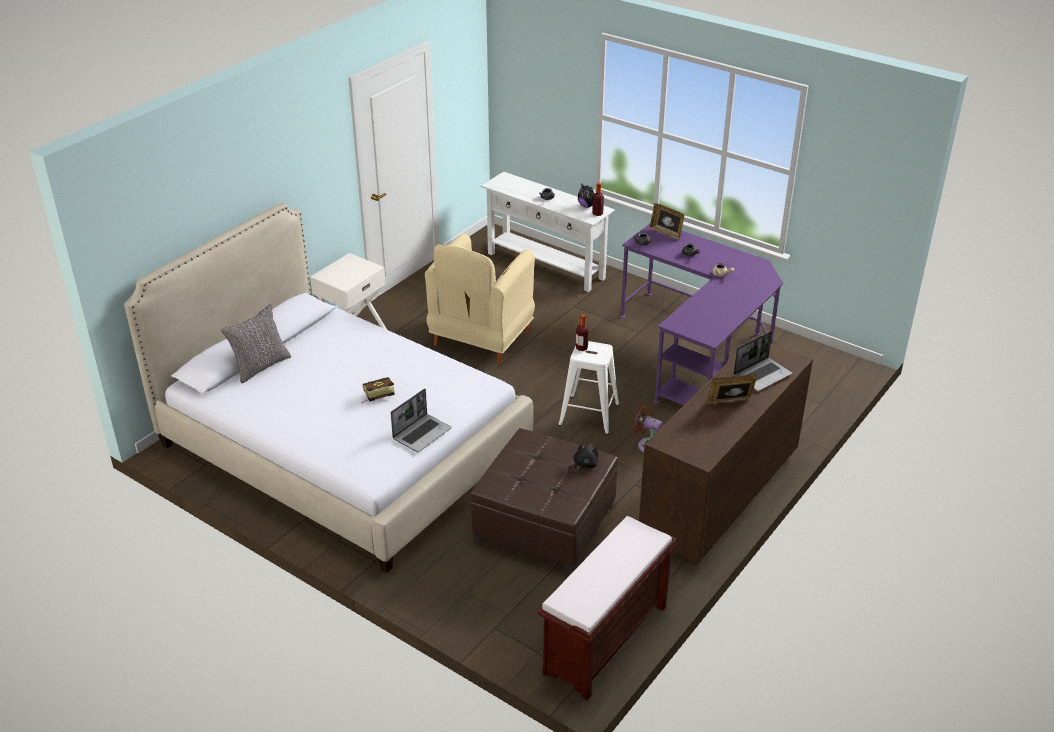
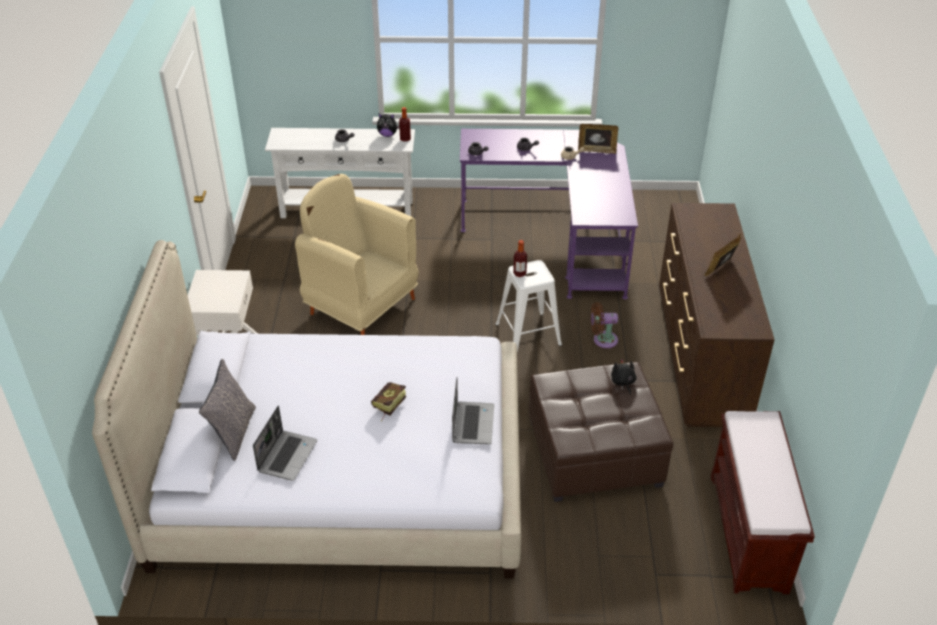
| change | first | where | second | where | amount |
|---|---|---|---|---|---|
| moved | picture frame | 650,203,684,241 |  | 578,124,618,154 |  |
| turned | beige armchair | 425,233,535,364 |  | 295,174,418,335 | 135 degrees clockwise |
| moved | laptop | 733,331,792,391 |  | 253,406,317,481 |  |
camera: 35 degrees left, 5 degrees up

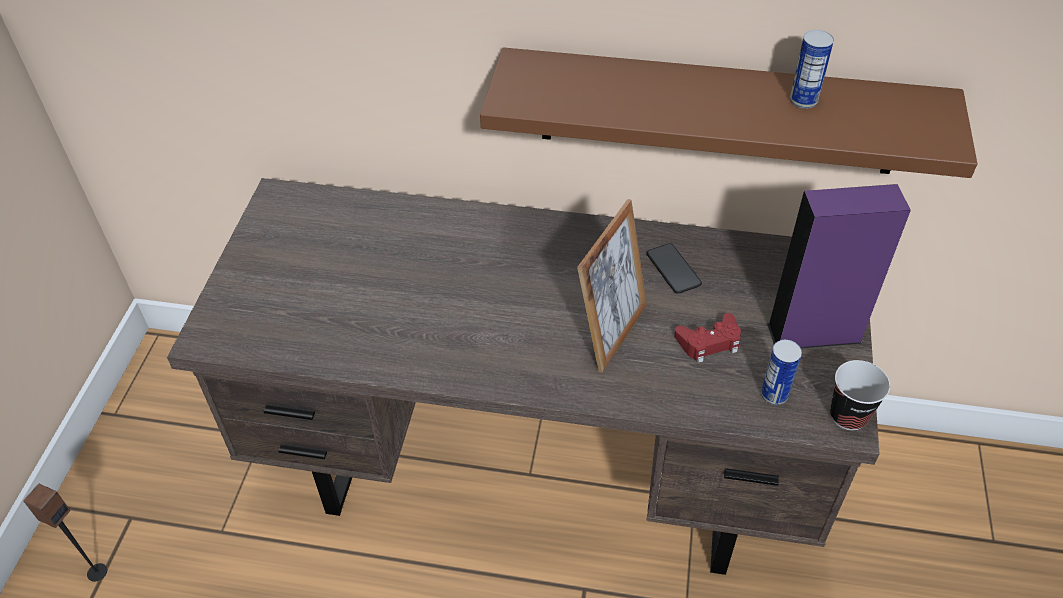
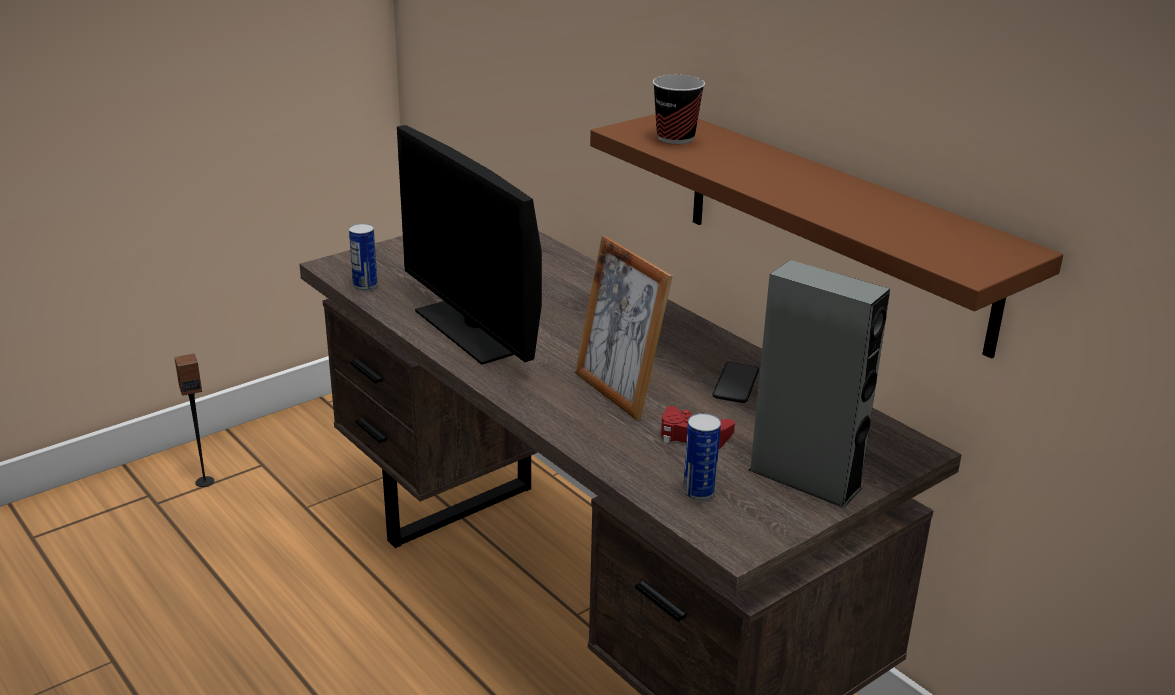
| change | first | where | second | where | amount |
|---|---|---|---|---|---|
| moved | can | 790,30,834,109 |  | 349,223,378,291 |  |
| recoloured | purple speaker | 767,184,911,348 | grey speaker | 748,260,890,508 |  |
| turned | picture frame | 577,199,647,373 |  | 575,236,673,421 | 75 degrees clockwise |
| moved | cup | 830,360,890,431 |  | 653,75,705,144 |  |
| added |  |  | monitor | 397,125,542,365 |  |
camera: 40 degrees right, 20 degrees down

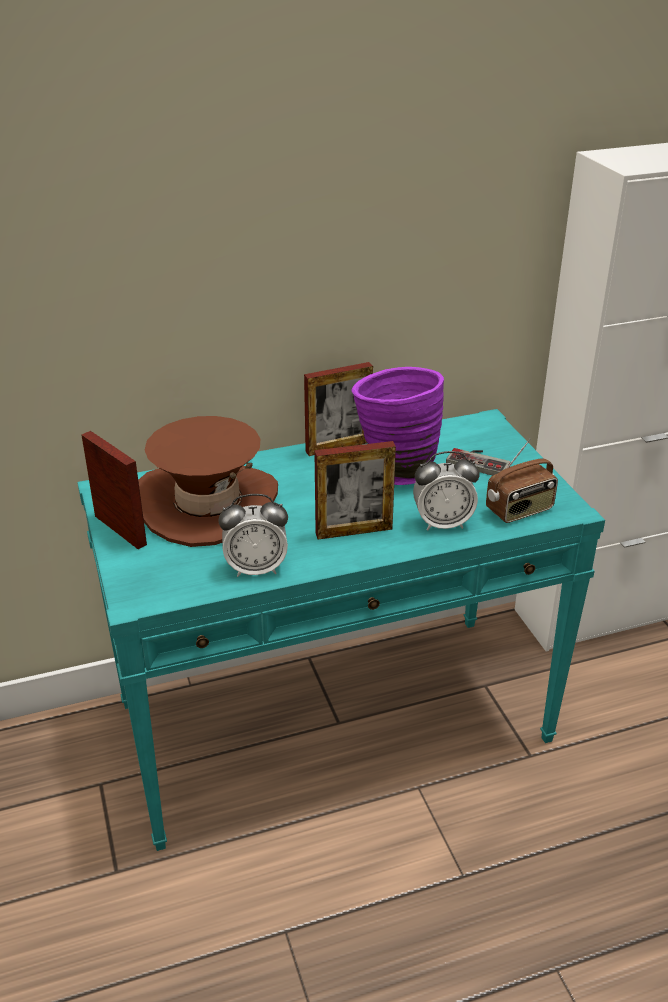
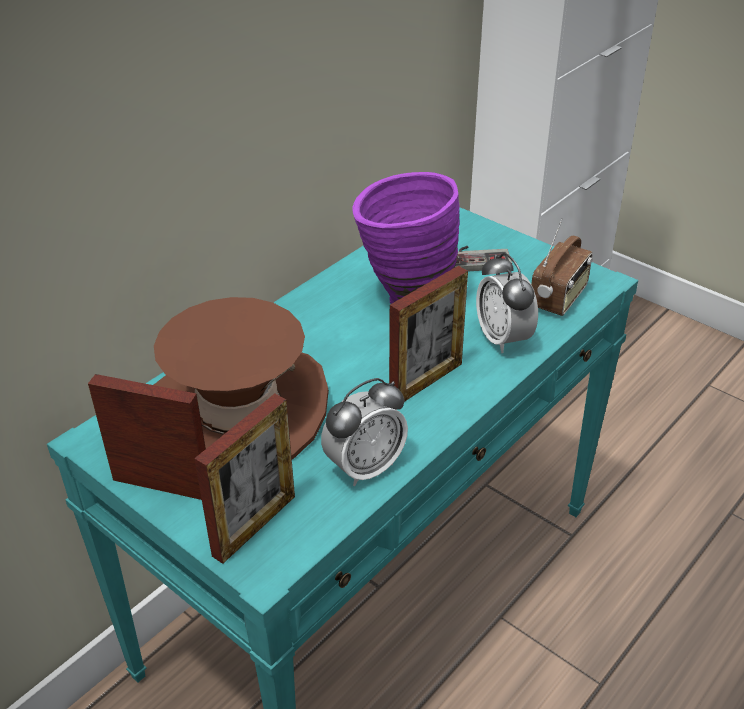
| change | first | where | second | where | amount |
|---|---|---|---|---|---|
| moved | picture frame | 304,362,373,456 |  | 194,393,295,564 |  |
| turned | alarm clock | 413,451,480,531 |  | 476,253,538,353 | 105 degrees clockwise |
camera: 30 degrees left, 5 degrees up

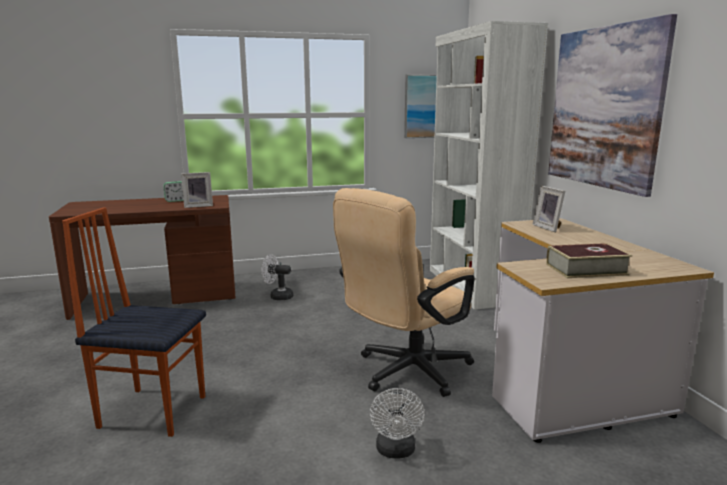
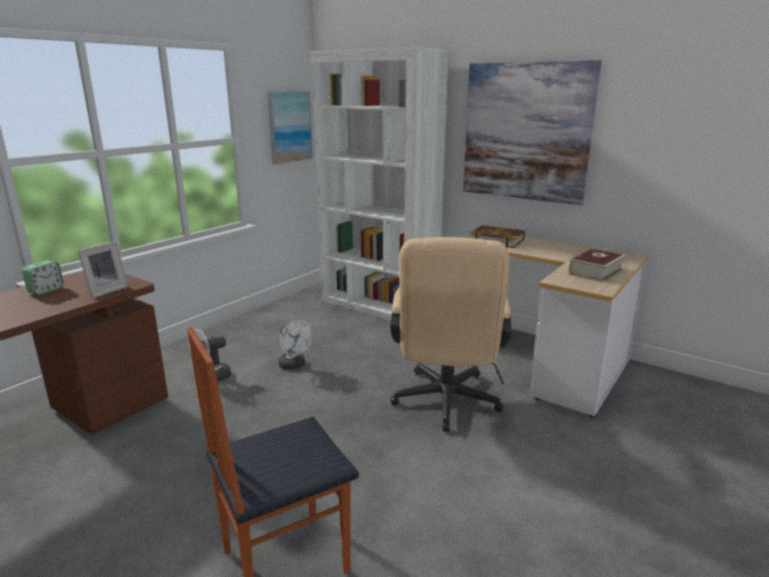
| change | first | where | second | where | amount |
|---|---|---|---|---|---|
| replaced | picture frame | 532,186,565,232 | book | 470,225,525,248 |  |
| moved | white fan | 370,387,425,459 |  | 278,320,313,370 |  |
camera: 40 degrees left, 5 degrees up

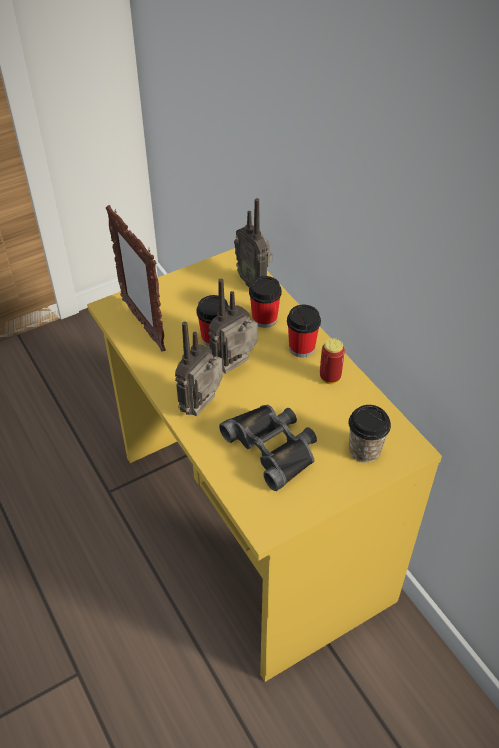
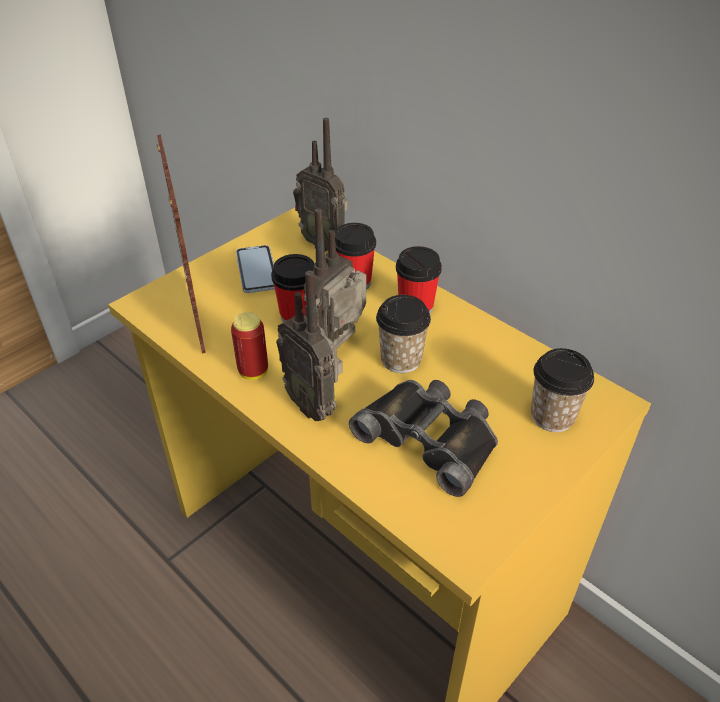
| change | first | where | second | where | amount |
|---|---|---|---|---|---|
| turned | picture frame | 106,205,166,351 |  | 156,135,206,353 | 150 degrees counterclockwise |
| turned | radio | 175,321,223,416 |  | 276,271,343,421 | 60 degrees counterclockwise |
| moved | can | 320,338,345,384 |  | 231,312,268,380 |  |
| added |  |  | phone | 236,245,275,293 |  |
| added |  |  | cup | 376,295,431,373 |  |
camera: 15 degrees left, 5 degrees down

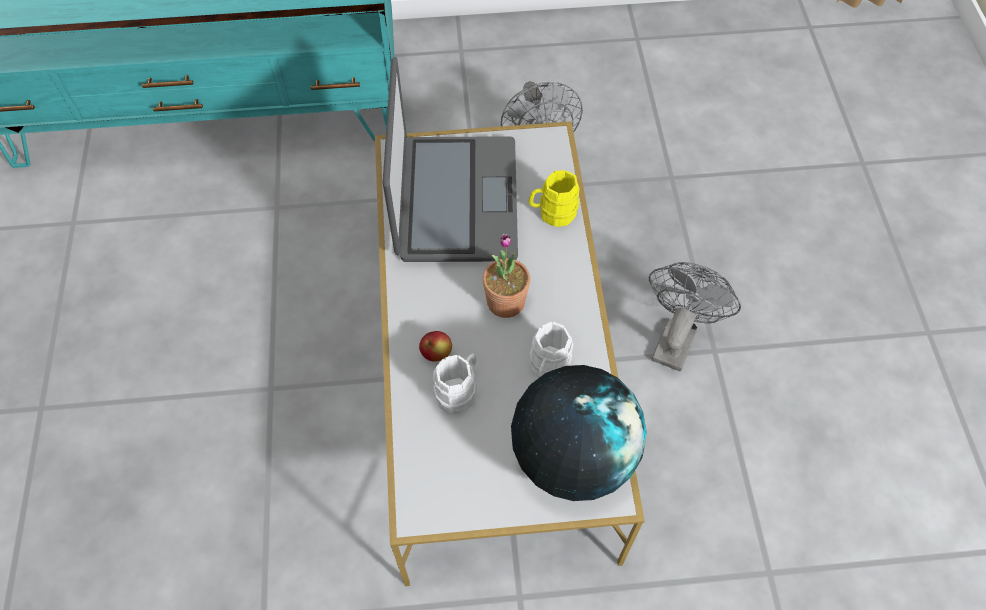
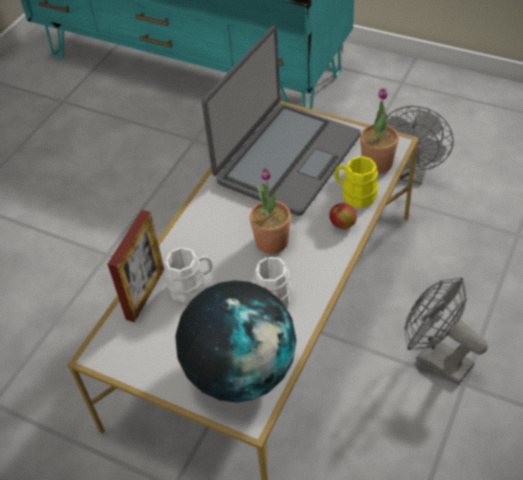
| change | first | where | second | where | amount |
|---|---|---|---|---|---|
| turned | grey fan | 649,262,741,371 |  | 404,277,488,385 | 105 degrees counterclockwise |
| moved | apple | 419,331,452,361 |  | 329,203,357,229 |  |
| added |  |  | potted plant | 360,88,399,174 |  |
| added |  |  | picture frame | 108,210,165,322 |  |
camera: 35 degrees right, 10 degrees down

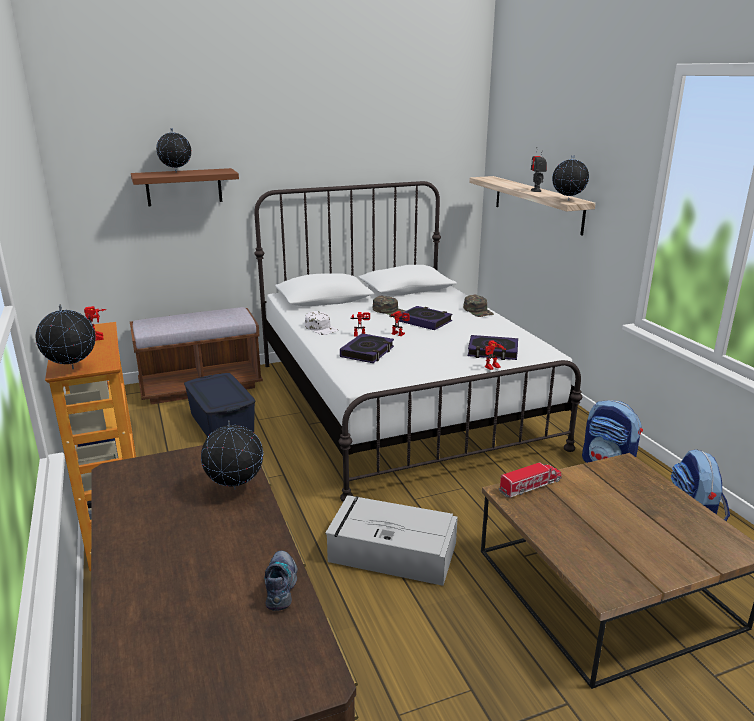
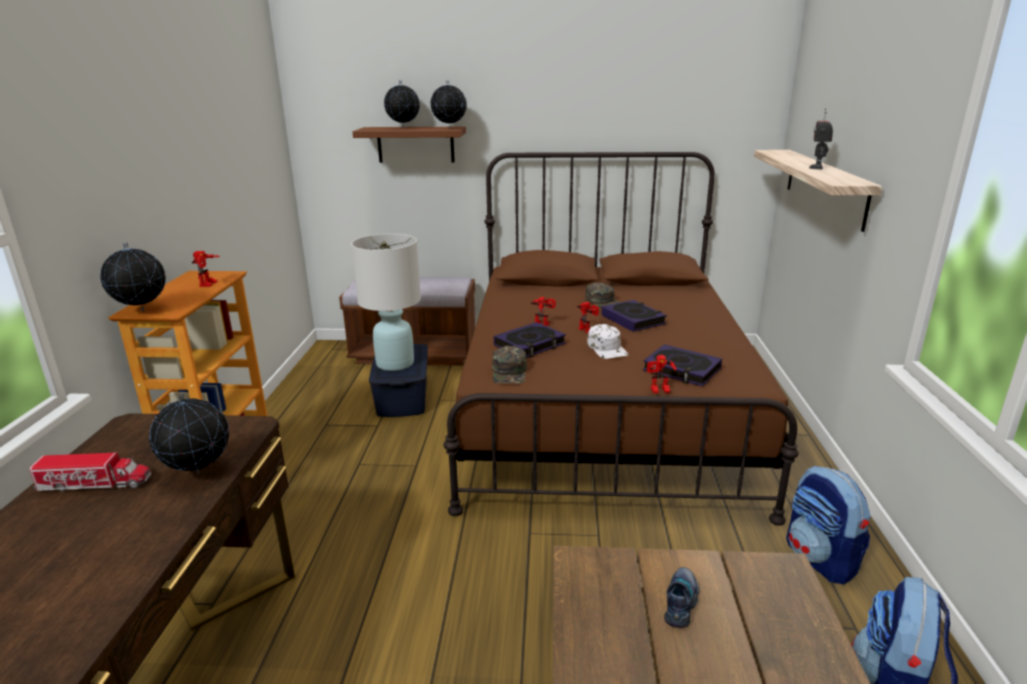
| change | first | where | second | where | amount |
|---|---|---|---|---|---|
| moved | globe | 552,155,589,200 |  | 430,80,467,129 |  |
| recoloured | white bed | 254,181,582,502 | brown bed | 444,152,799,526 |  |
| moved | green cap | 463,295,494,317 |  | 492,346,527,384 |  |
| moved | white cap | 305,311,339,335 |  | 587,324,628,359 |  |
| moved | toy truck | 499,462,562,498 |  | 29,452,151,491 |  |
| removed | grey storage box | 325,495,458,586 |  |  |  |
| moved | shoe | 264,551,298,611 |  | 664,567,700,628 |  |
| added |  |  | white table lamp | 351,234,421,371 |  |
camera: 25 degrees right, 0 degrees up

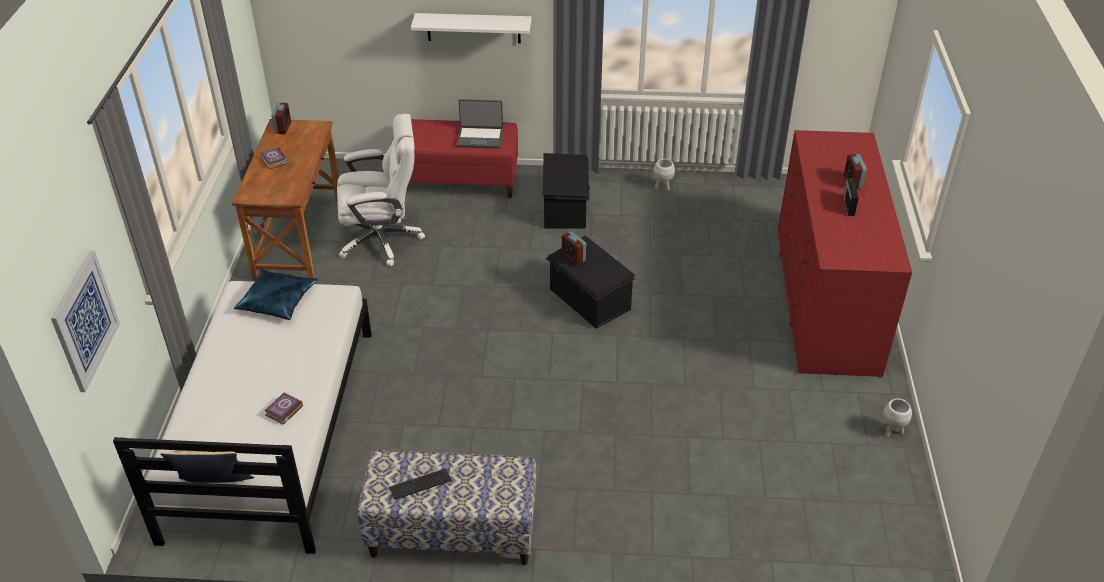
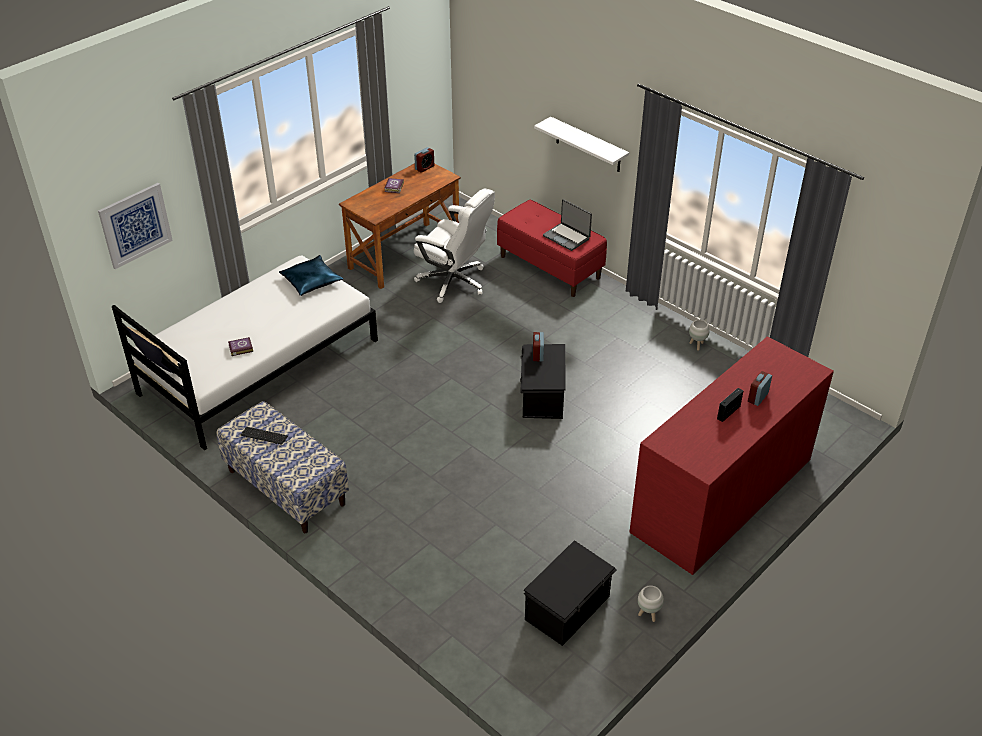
| change | first | where | second | where | amount |
|---|---|---|---|---|---|
| moved | black storage box | 543,153,590,229 |  | 524,540,617,646 |  |
camera: 40 degrees right, 0 degrees up

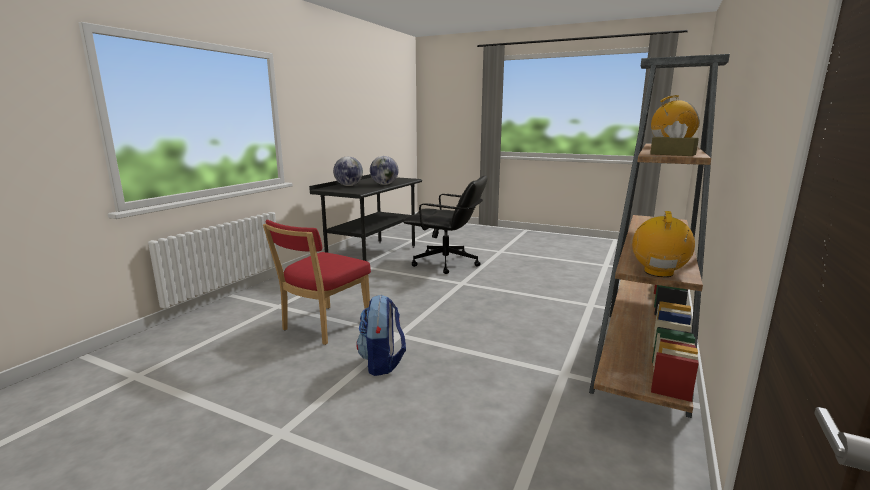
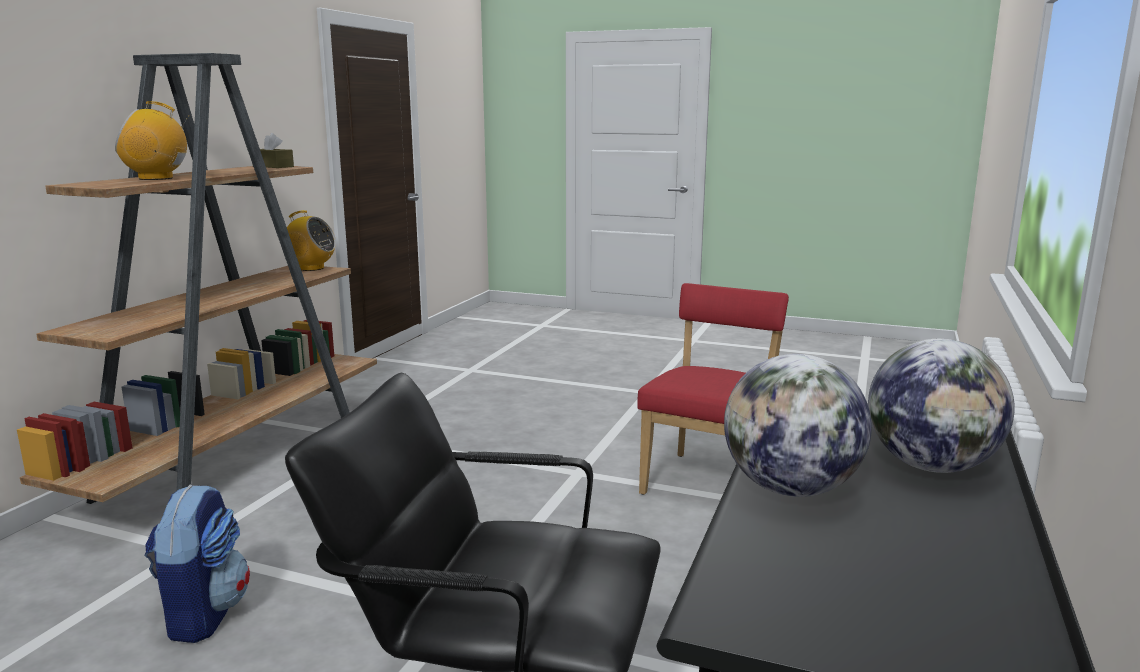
| change | first | where | second | where | amount |
|---|---|---|---|---|---|
| turned | radio | 632,211,695,277 |  | 287,210,336,271 | 90 degrees counterclockwise |
| moved | backpack | 356,295,406,376 |  | 144,485,250,643 |  |
camera: 175 degrees right, 0 degrees up

